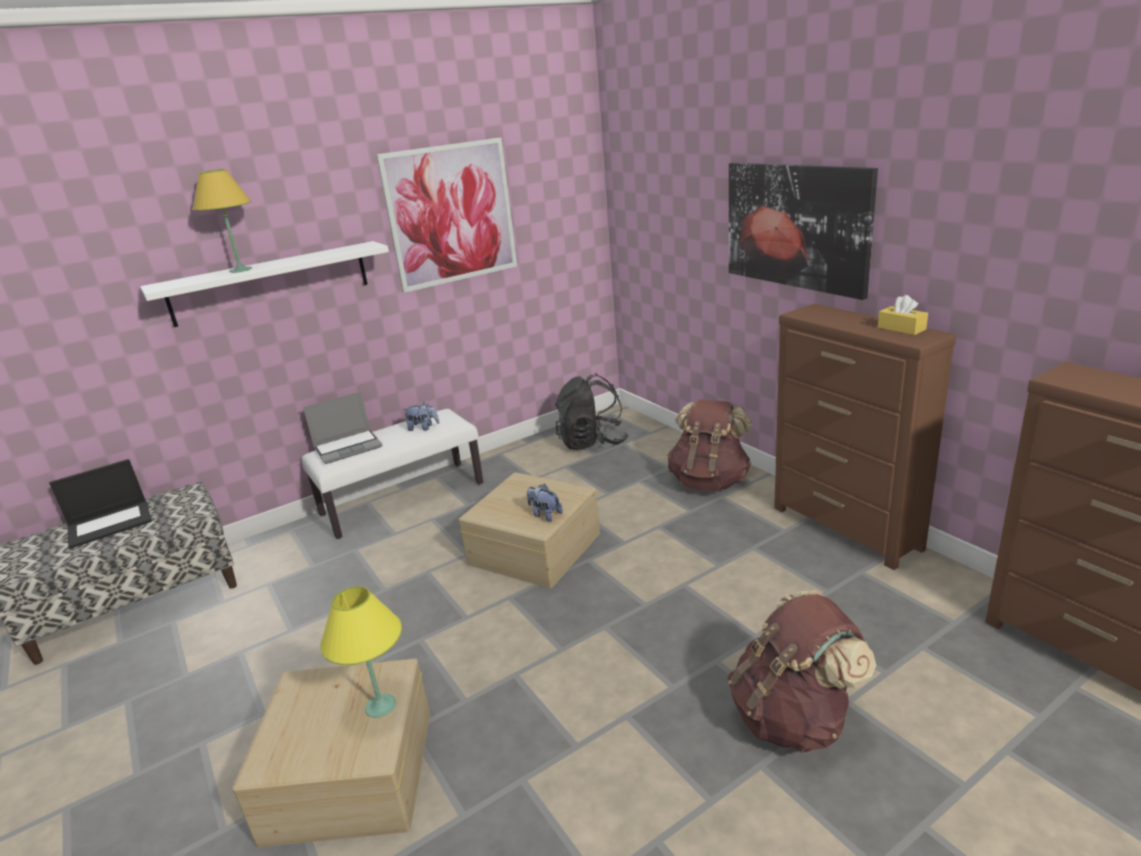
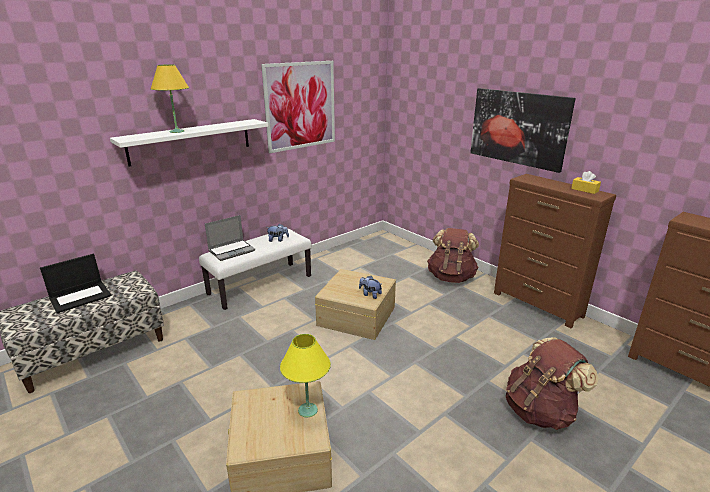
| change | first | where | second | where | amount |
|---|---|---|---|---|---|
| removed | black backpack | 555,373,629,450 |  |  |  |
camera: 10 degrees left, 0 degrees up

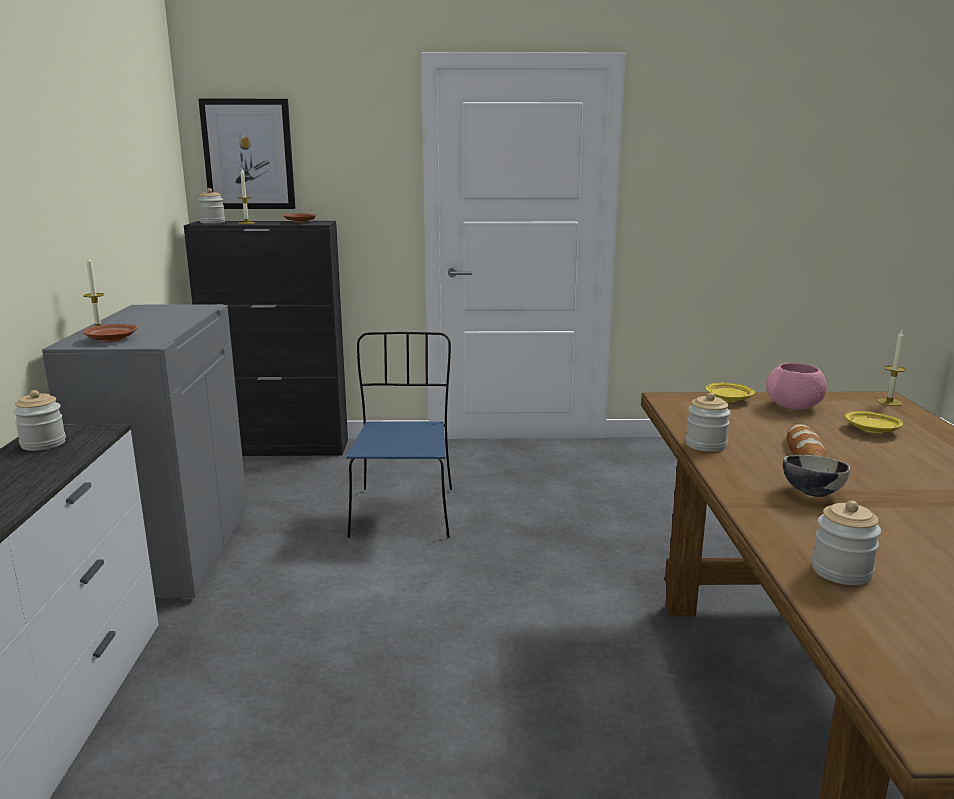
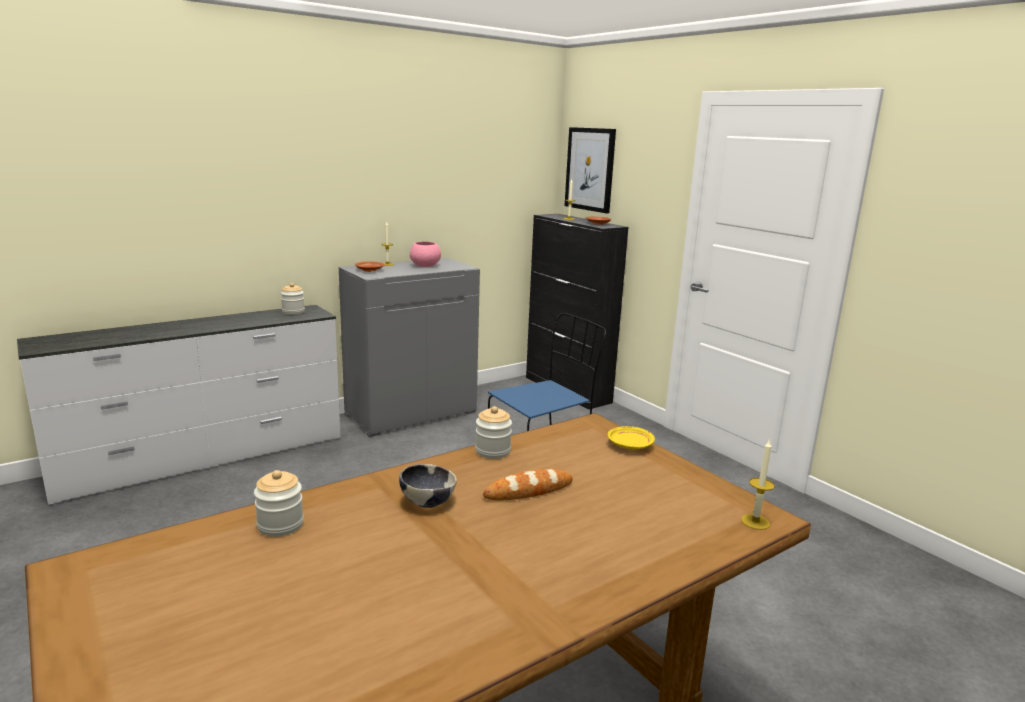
| change | first | where | second | where | amount |
|---|---|---|---|---|---|
| removed | jar | 198,188,225,224 |  |  |  |
| moved | pink bowl | 766,363,827,410 |  | 410,241,441,267 |  |
| removed | yellow plate | 845,411,903,433 |  |  |  |
camera: 55 degrees right, 0 degrees up

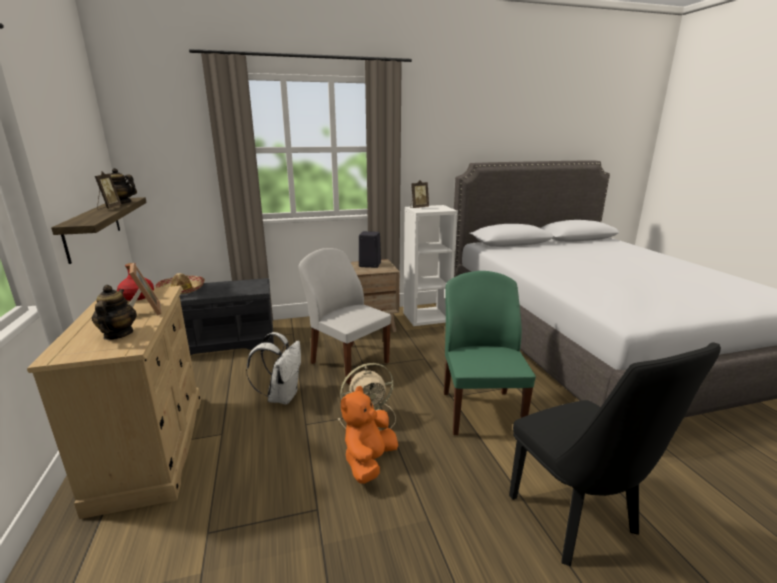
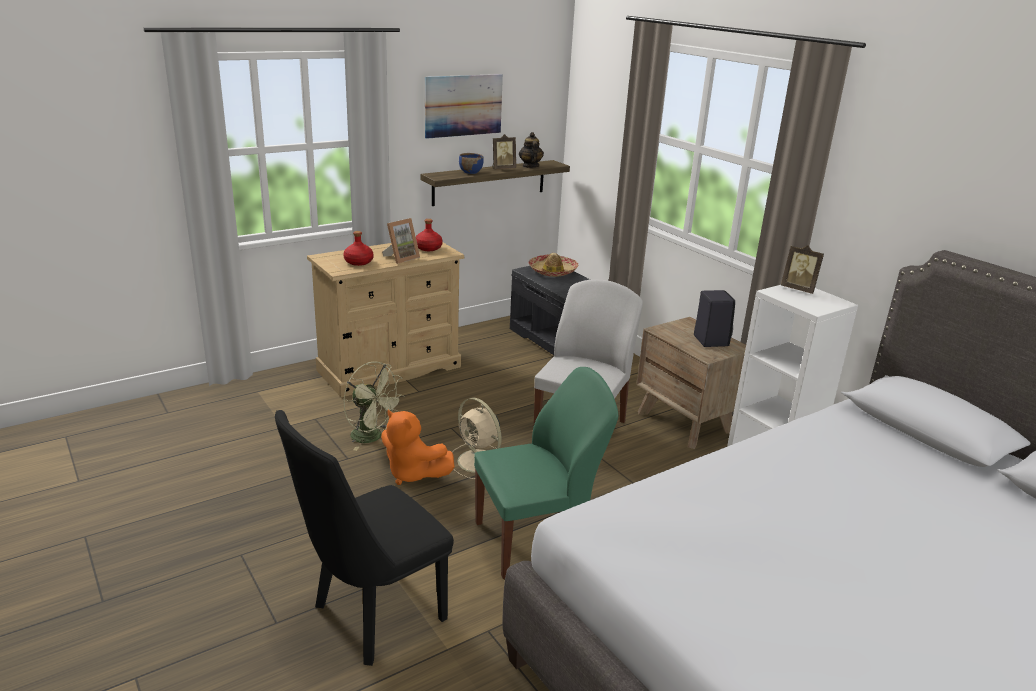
| change | first | where | second | where | amount |
|---|---|---|---|---|---|
| replaced | teapot | 92,285,137,340 | red bottle | 343,231,373,266 |  |
| removed | white backpack | 246,332,301,405 |  |  |  |
| turned | orange plush toy | 341,386,398,484 |  | 381,410,455,485 | 150 degrees counterclockwise |
| added |  |  | picture | 425,74,503,139 |  |
| added |  |  | blue bowl | 459,153,484,174 |  |
| added |  |  | green fan | 343,361,405,451 |  |
camera: 70 degrees right, 5 degrees up

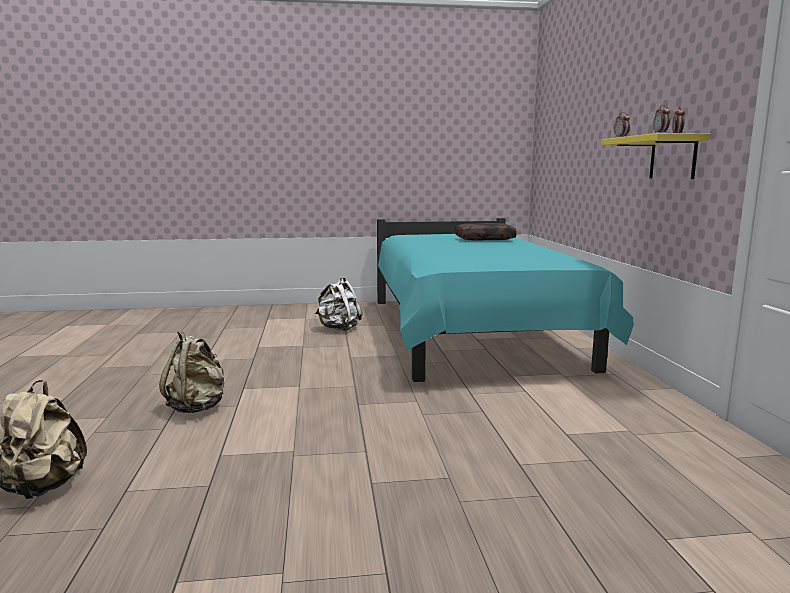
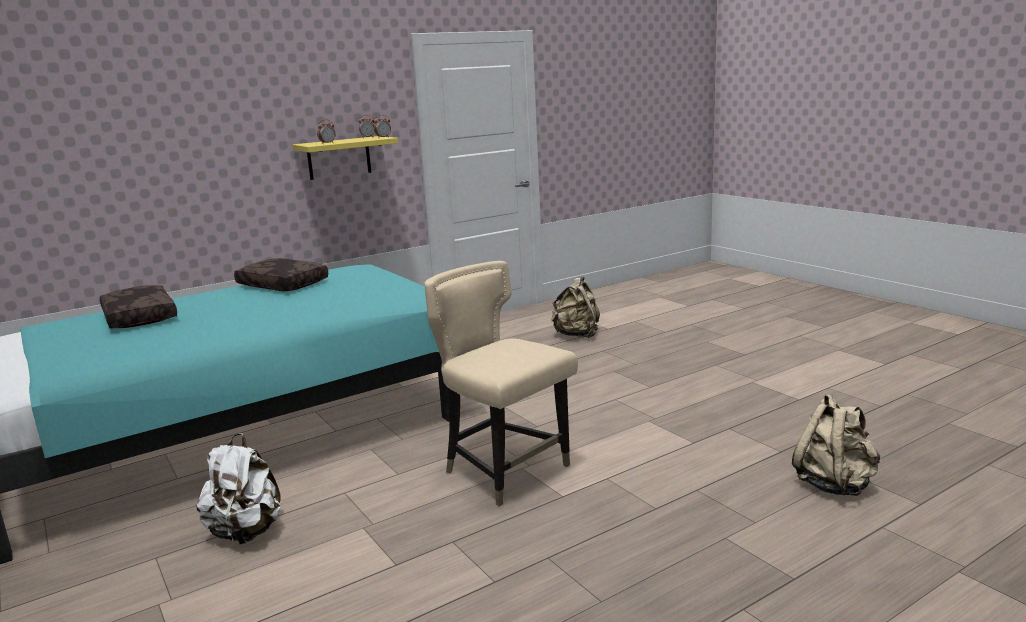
| change | first | where | second | where | amount |
|---|---|---|---|---|---|
| moved | beige backpack | 159,330,224,413 |  | 551,276,600,338 |  |
| added |  |  | brown pillow | 234,258,328,292 |  |
| added |  |  | beige chair | 424,261,578,506 |  |
camera: 115 degrees left, 5 degrees up

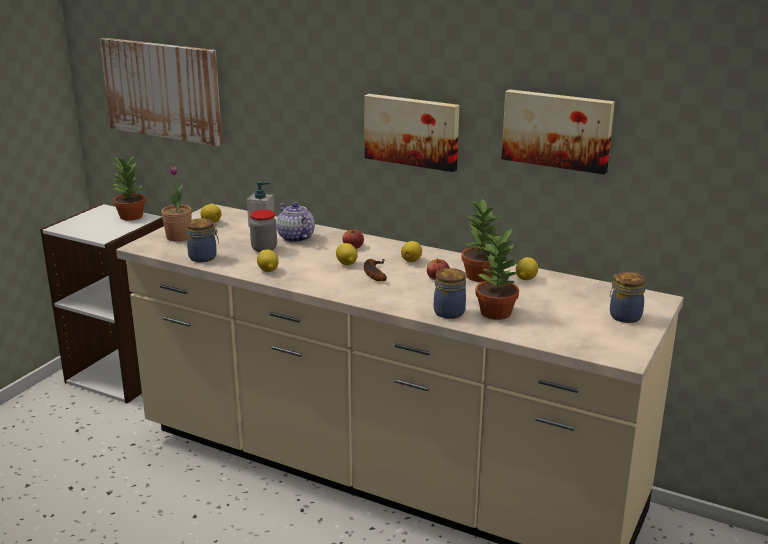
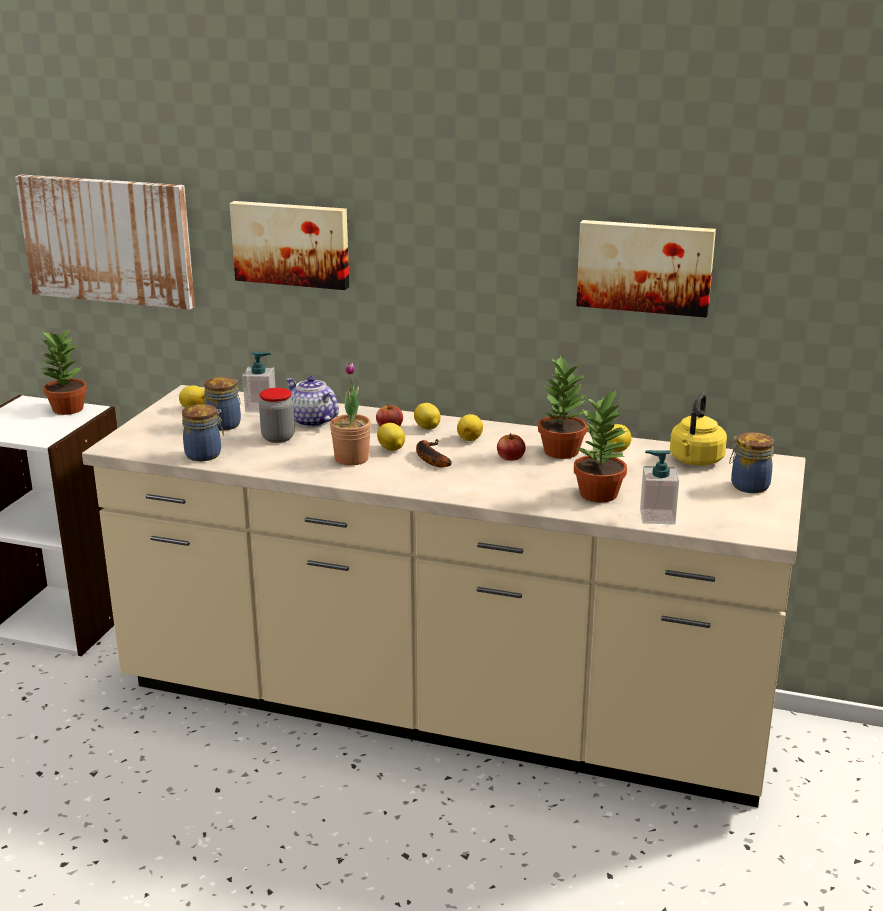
| change | first | where | second | where | amount |
|---|---|---|---|---|---|
| moved | picture | 364,94,459,172 |  | 230,201,349,290 |  |
| moved | potted plant | 161,166,192,242 |  | 330,362,371,466 |  |
| moved | lemon | 257,249,279,272 |  | 414,403,441,430 |  |
| moved | jar | 434,268,466,319 |  | 204,377,241,431 |  |
| added |  |  | yellow kettle | 670,393,727,466 |  |
| added |  |  | soap dispenser | 640,450,679,524 |  |
camera: 10 degrees left, 0 degrees up

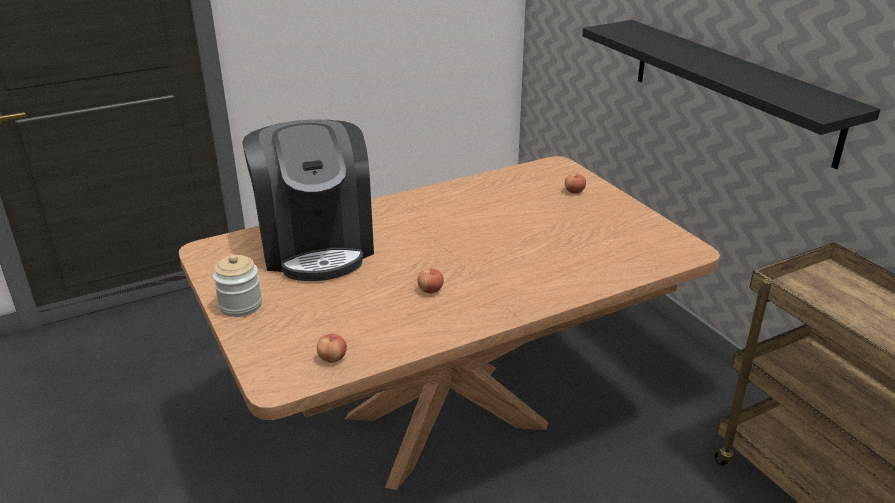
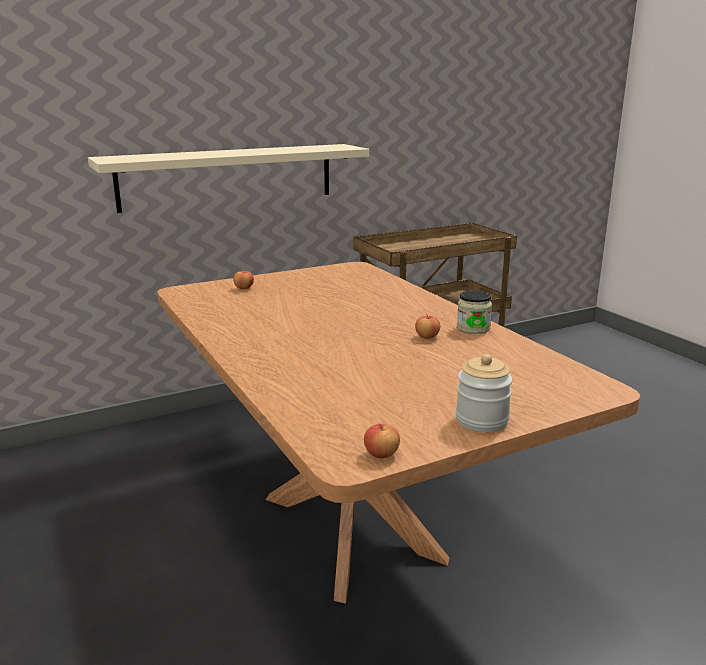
| change | first | where | second | where | amount |
|---|---|---|---|---|---|
| recoloured | black shelf | 582,20,880,169 | beige shelf | 88,144,369,213 |  |
| removed | coffee machine | 242,119,374,281 |  |  |  |
| moved | apple | 317,334,347,363 |  | 364,423,400,458 |  |
| added |  |  | jar | 457,290,492,334 |  |
camera: 90 degrees left, 10 degrees down

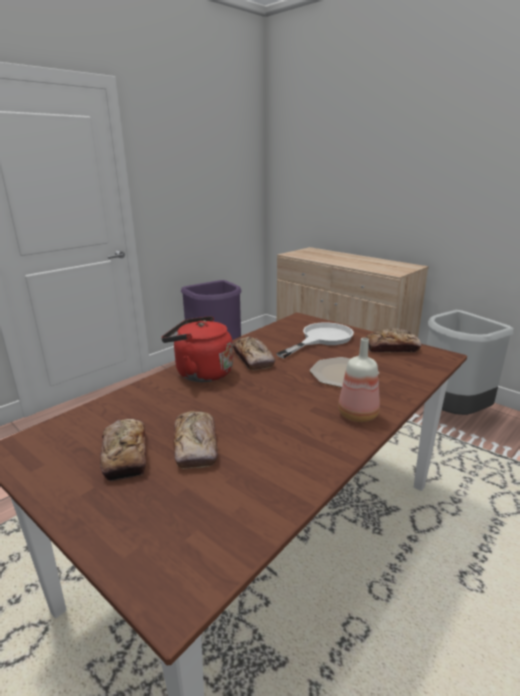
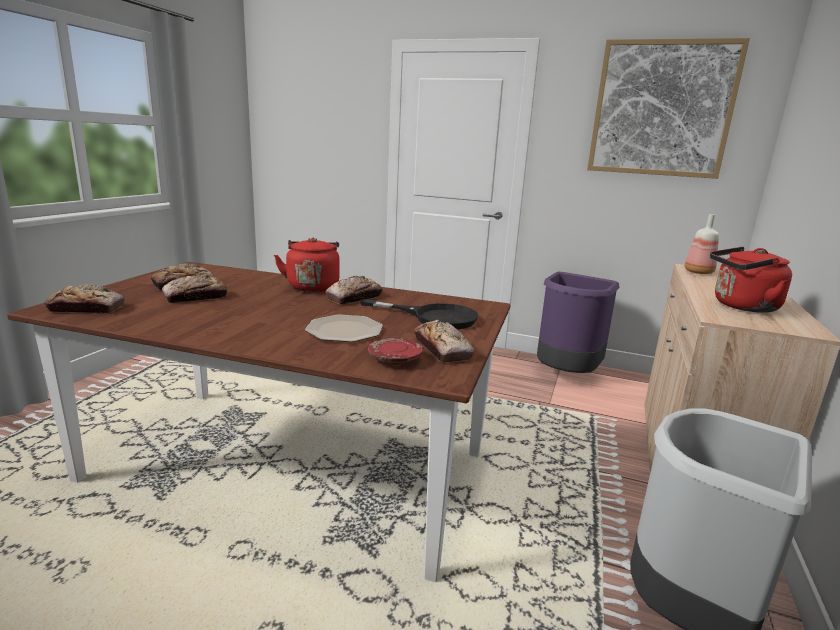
| change | first | where | second | where | amount |
|---|---|---|---|---|---|
| recoloured | white frying pan | 276,322,354,358 | black frying pan | 360,299,479,329 |  |
| moved | bottle | 338,338,380,422 |  | 685,214,719,274 |  |
| added |  |  | picture | 587,38,750,179 |  |
| added |  |  | red kettle | 710,247,792,313 |  |
| added |  |  | bread | 44,284,125,314 |  |
| added |  |  | red plate | 368,338,423,365 |  |
camera: 65 degrees right, 5 degrees down

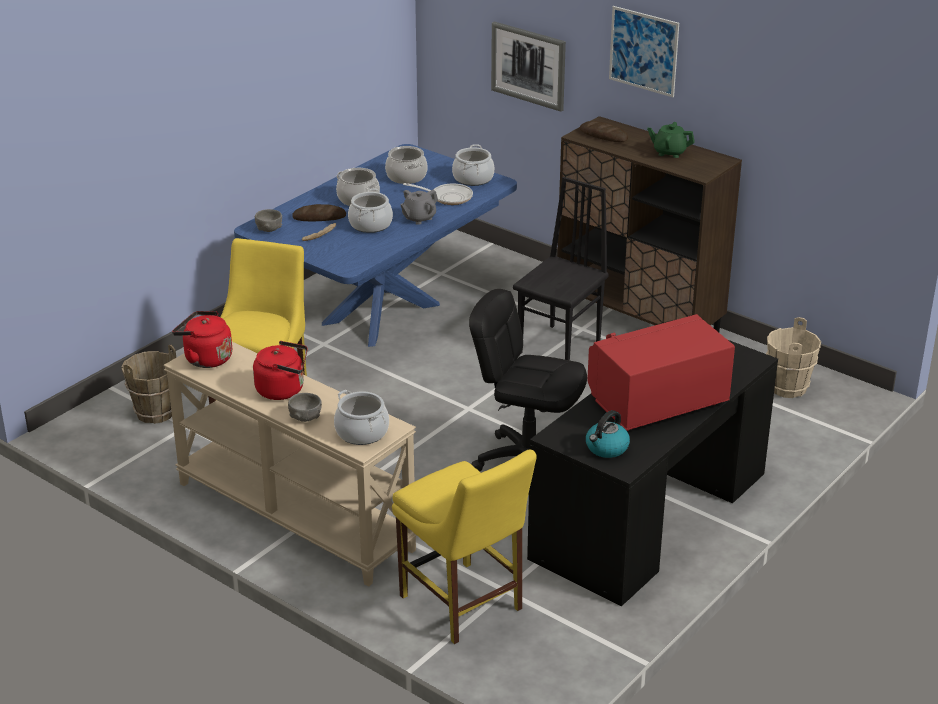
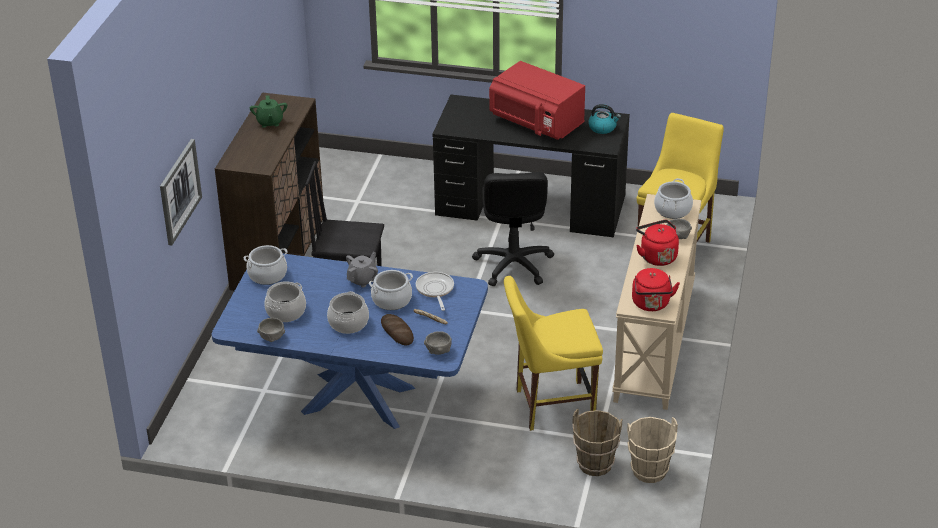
| change | first | where | second | where | amount |
|---|---|---|---|---|---|
| removed | picture | 609,6,679,97 |  |  |  |
| removed | bread | 580,121,628,142 |  |  |  |
| moved | frying pan | 403,183,473,205 |  | 416,272,454,311 |  |
| turned | grey teapot | 400,190,438,225 |  | 346,252,378,287 | 75 degrees counterclockwise |
| moved | beige bucket | 766,317,821,398 |  | 627,417,678,483 |  |
| added |  |  | grey bowl | 257,318,285,342 |  |
camera: 115 degrees left, 5 degrees up

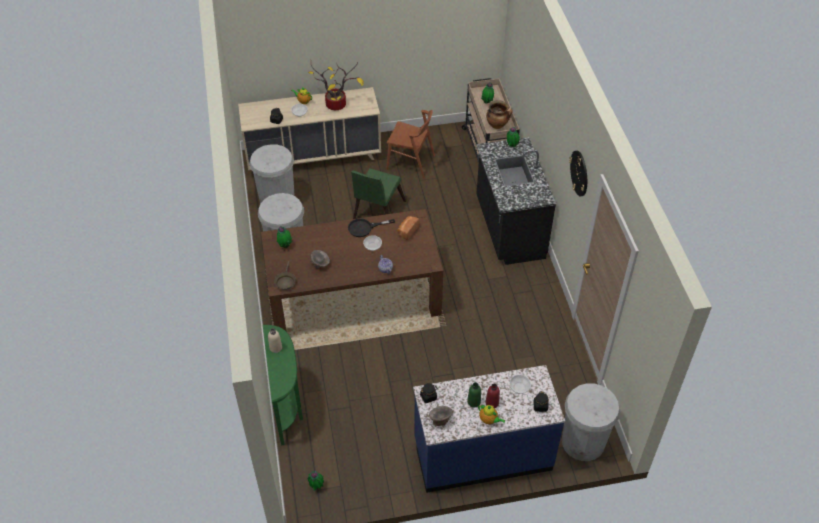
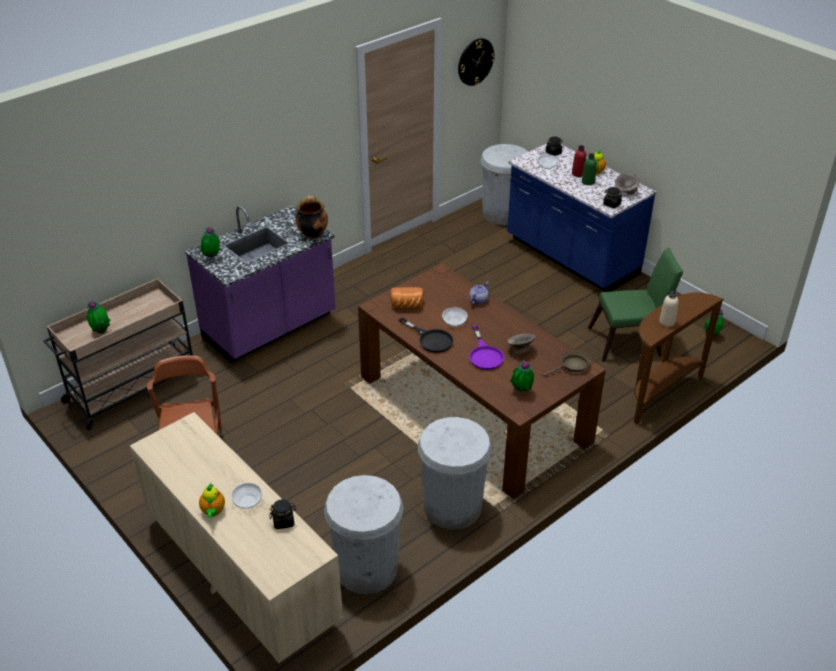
| change | first | where | second | where | amount |
|---|---|---|---|---|---|
| removed | potted plant | 308,62,364,110 |  |  |  |
| moved | cooking pot | 486,100,513,129 |  | 296,195,328,239 |  |
| recoloured | black counter | 476,137,556,265 | purple counter | 185,205,336,363 |  |
| moved | wall clock | 569,151,587,196 |  | 458,38,495,86 |  |
| moved | green chair | 351,168,406,219 |  | 588,248,683,362 |  |
| recoloured | green console table | 263,325,303,445 | brown console table | 634,292,724,424 |  |
| added |  |  | purple frying pan | 469,325,504,370 |  |
camera: 120 degrees left, 10 degrees down

